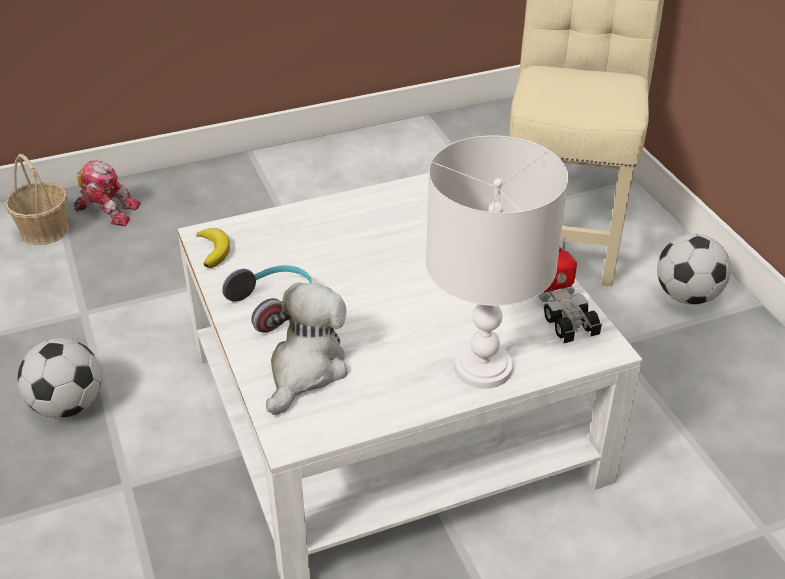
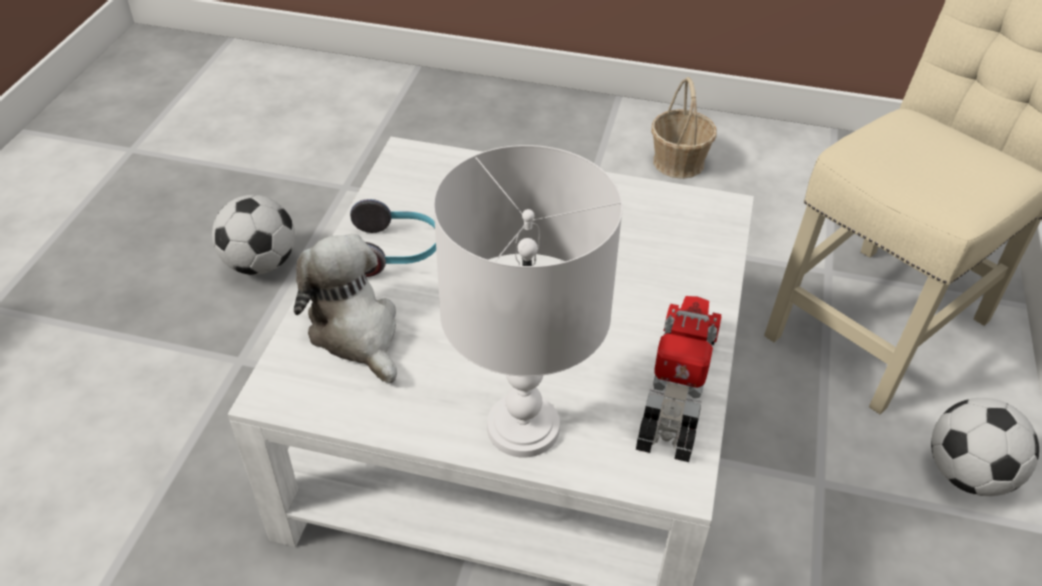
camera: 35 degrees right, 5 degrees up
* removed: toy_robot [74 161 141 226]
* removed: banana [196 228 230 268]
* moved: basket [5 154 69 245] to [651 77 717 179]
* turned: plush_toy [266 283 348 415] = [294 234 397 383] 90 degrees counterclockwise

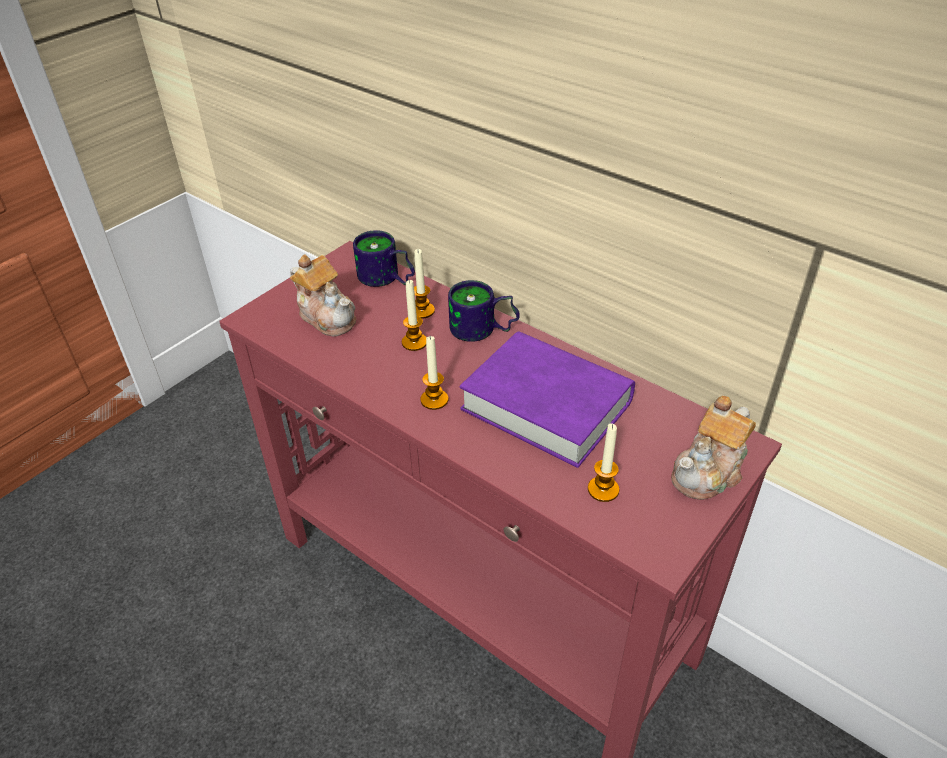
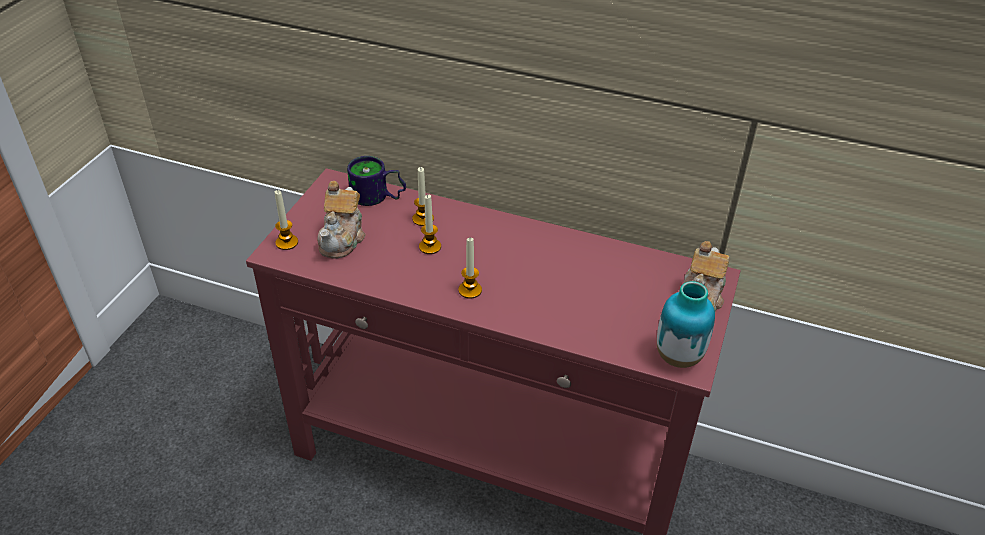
camera: 20 degrees left, 0 degrees up
* removed: mug [448 280 520 342]
* removed: purple_book [460 331 635 468]
* added: vase [657 281 715 368]
* moved: candle [588 423 620 502] to [275 190 298 250]
* turned: teapot [290 254 356 336] = [317 181 366 259] 75 degrees clockwise

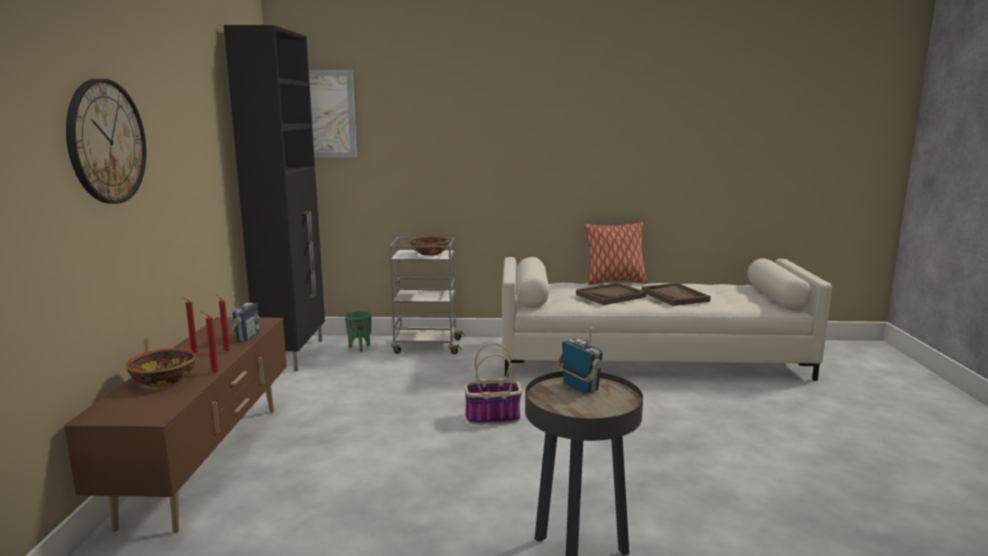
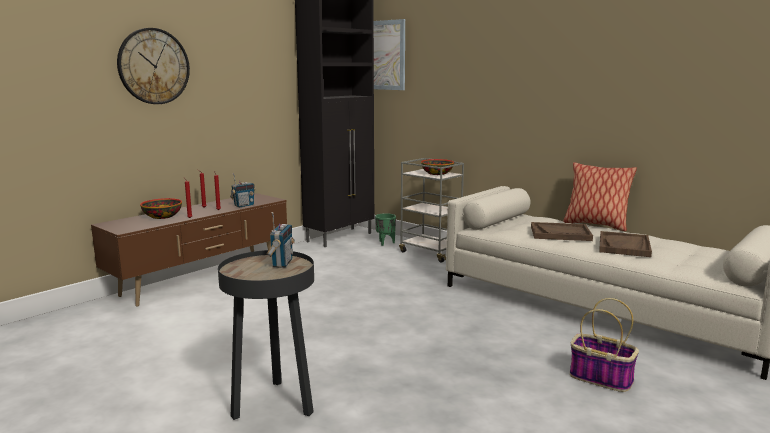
camera: 40 degrees right, 0 degrees up
* moved: basket [464 343 522 425] to [570 298 639 392]

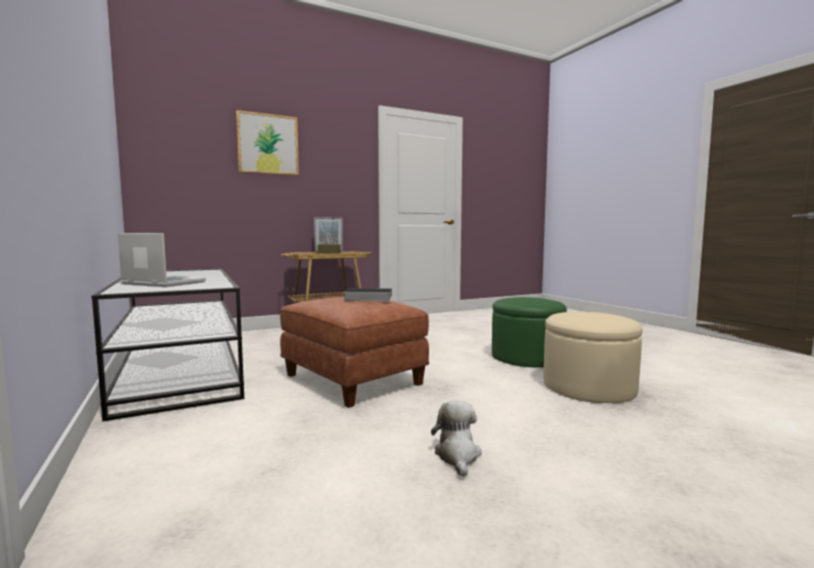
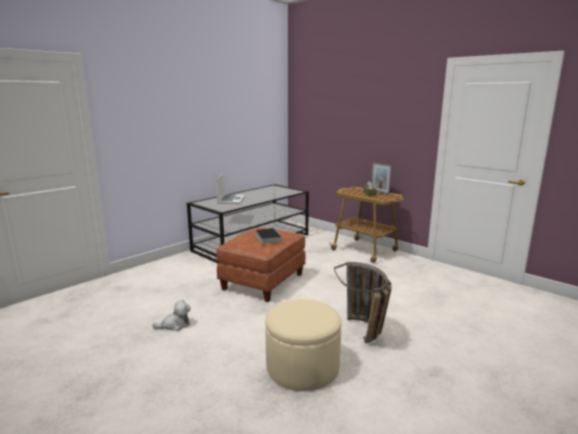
camera: 70 degrees right, 10 degrees up
* removed: picture [236 110 299 176]
* replaced: green_ottoman [492 297 567 367] to basket [334 262 392 343]

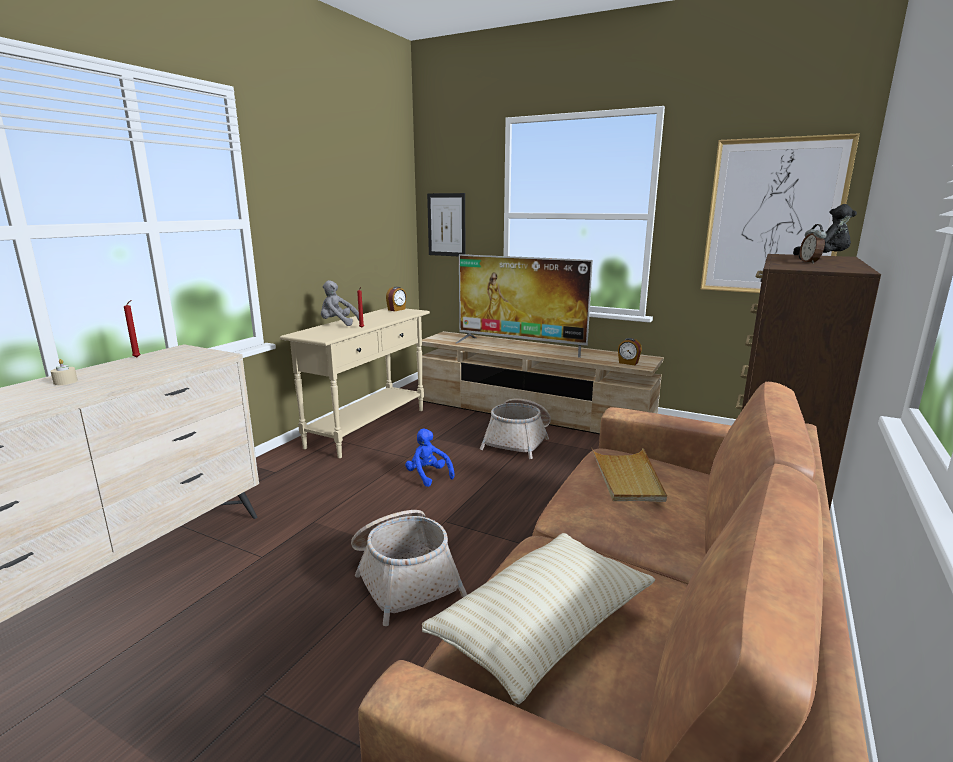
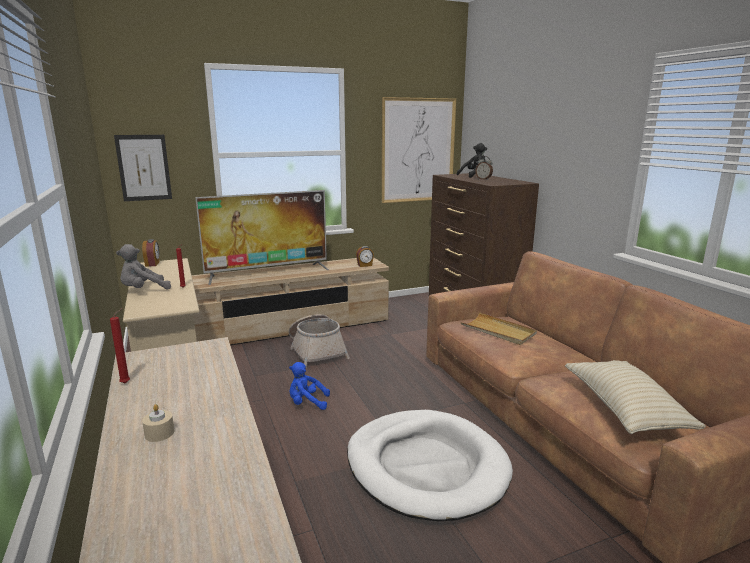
camera: 50 degrees left, 0 degrees up
* replaced: basket [351 510 467 626] to white_dog_bed [347 410 513 521]

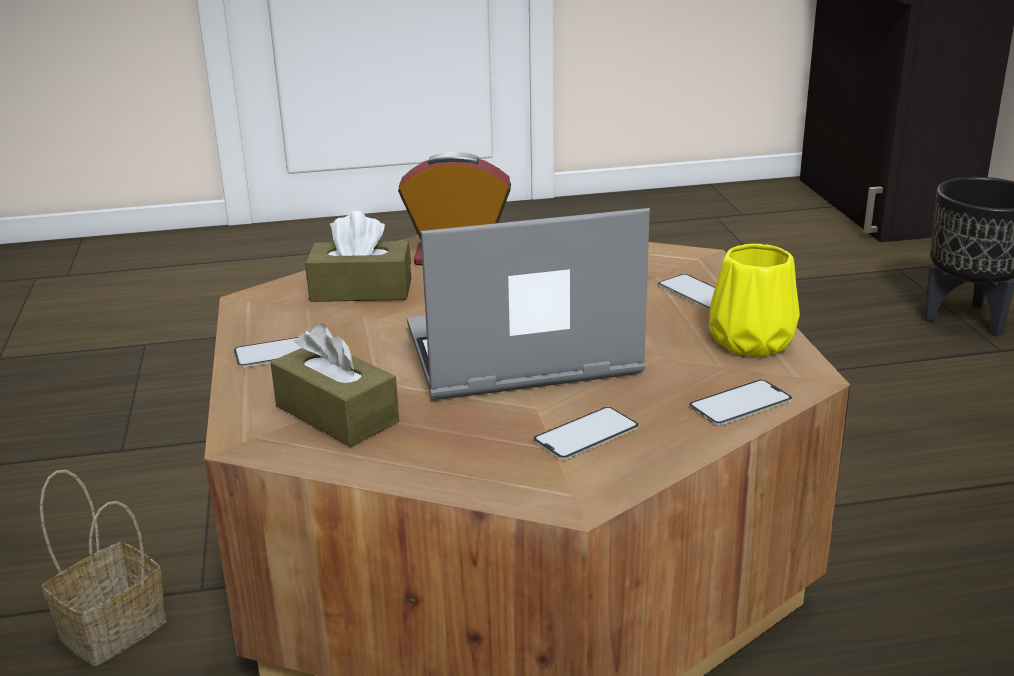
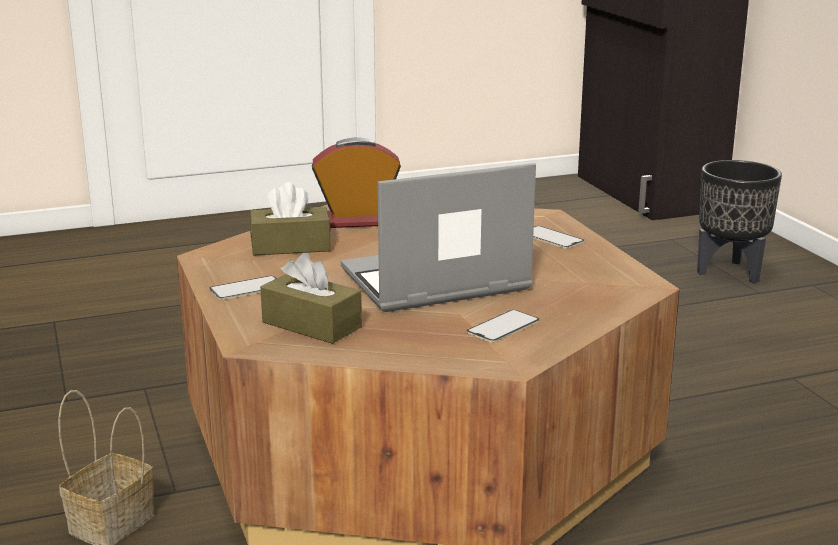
camera: 10 degrees left, 5 degrees down
* removed: phone [689 379 792 426]
* removed: yellow_vase [709 244 800 357]

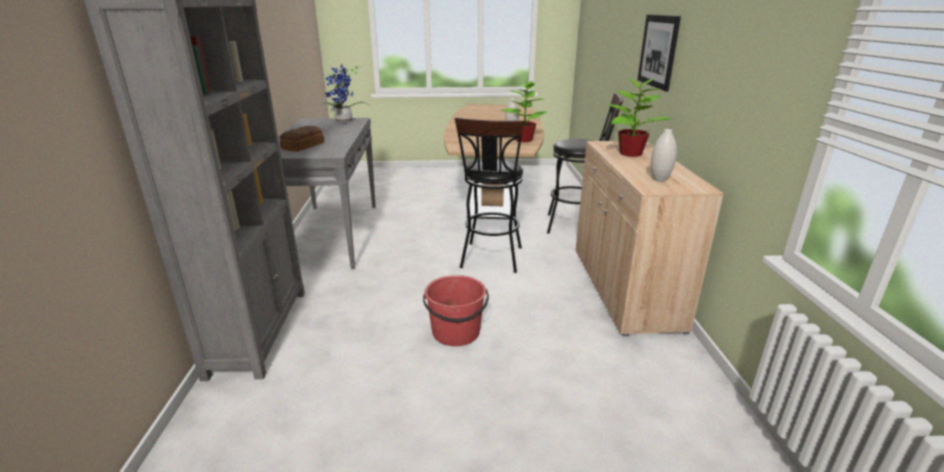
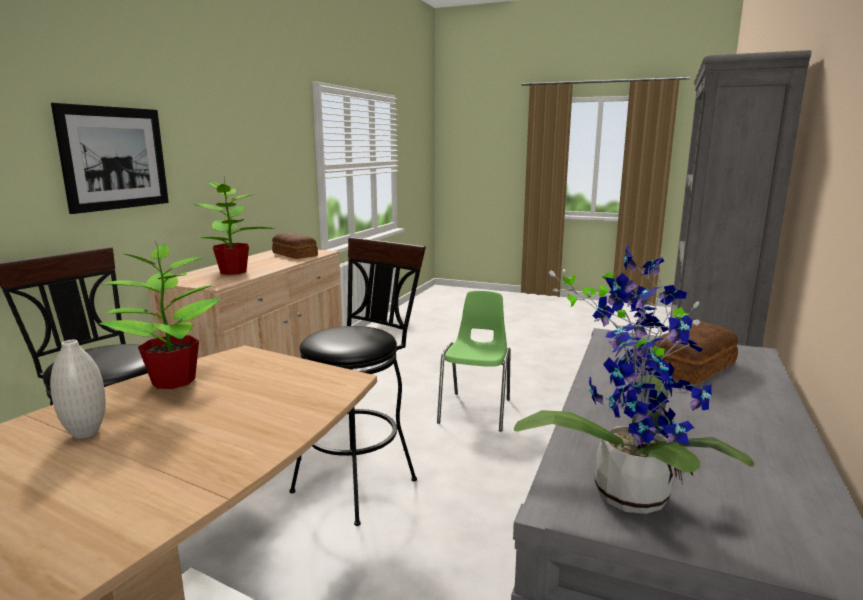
camera: 155 degrees left, 10 degrees down
* replaced: red_bucket [423 275 489 346] to green_chair [437 291 511 432]
* replaced: white_vase [651 129 677 182] to bread [272 233 318 259]

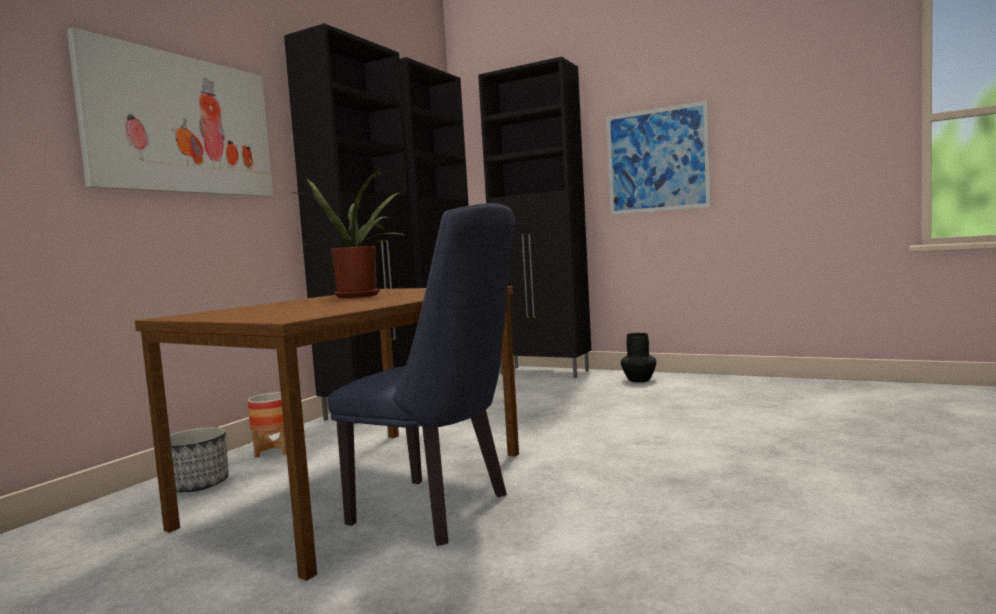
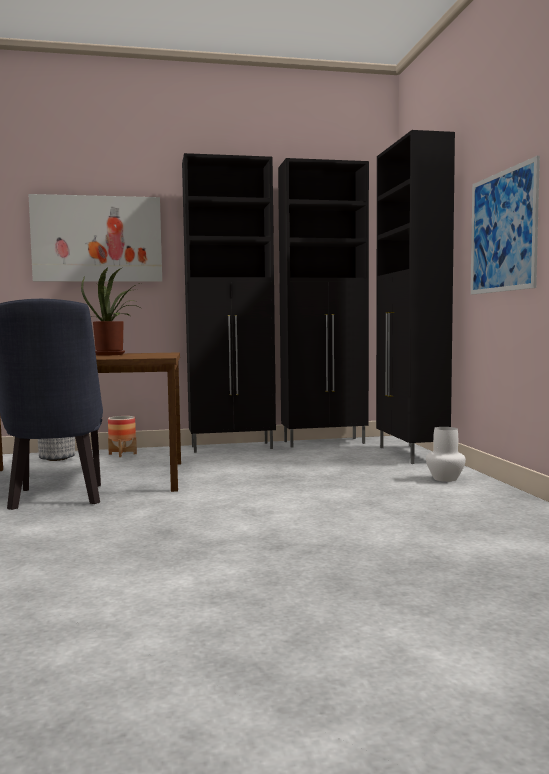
camera: 50 degrees right, 0 degrees up
* recoloured: black_vase [621 333 656 382] to white_vase [426 427 466 482]

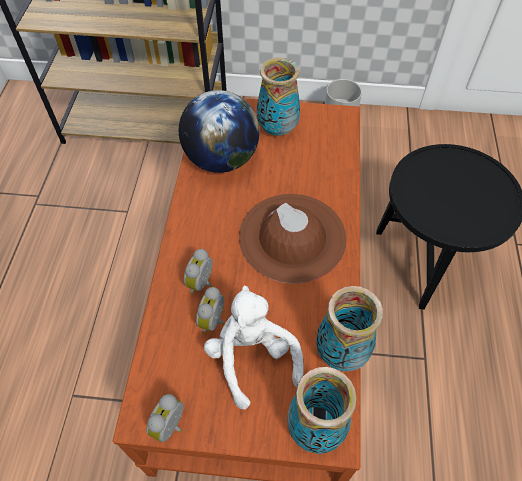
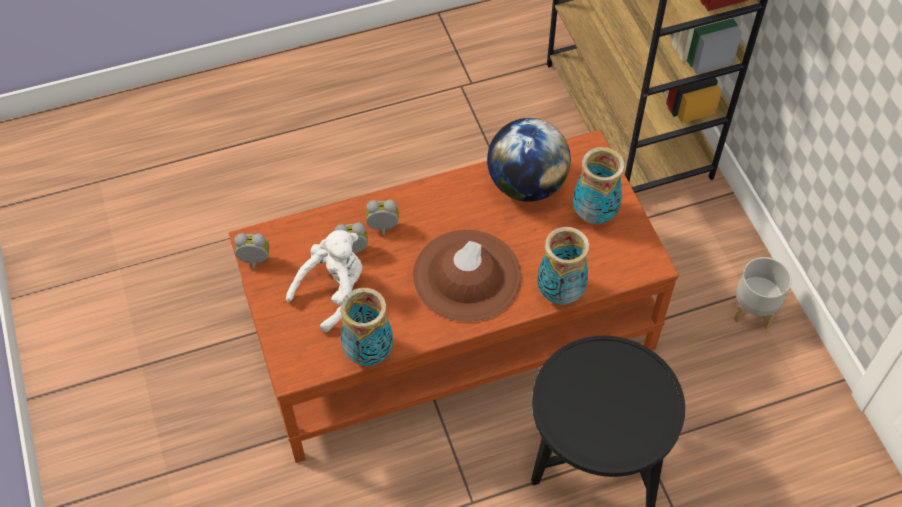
camera: 65 degrees right, 0 degrees up
* moved: vase [287 367 357 454] to [537 227 590 305]

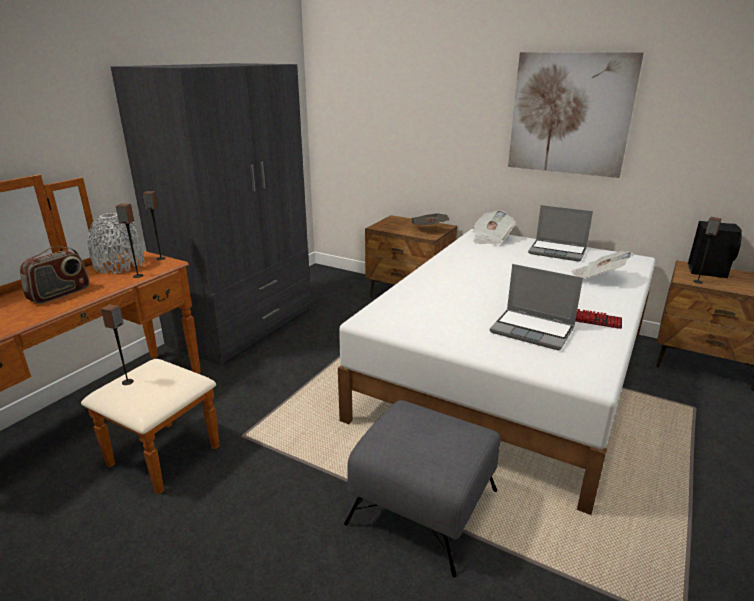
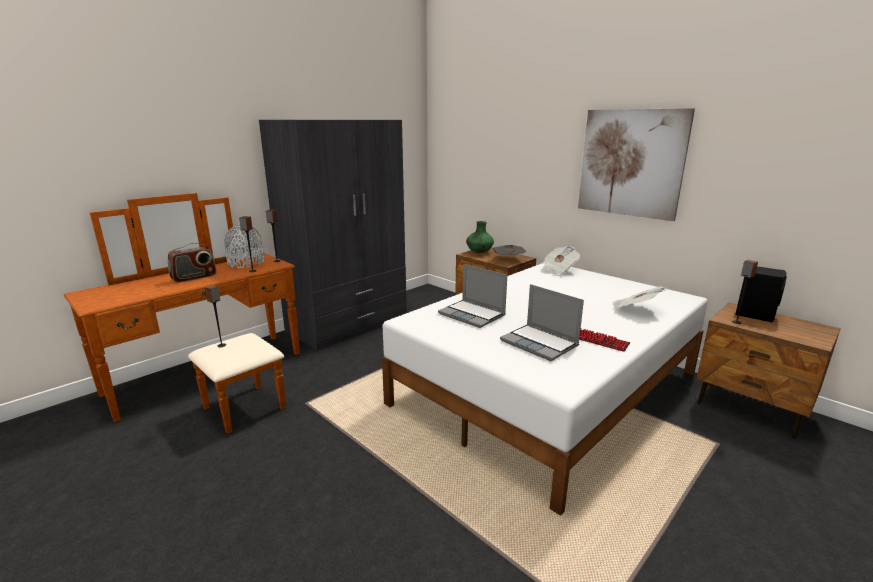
camera: 15 degrees right, 5 degrees down
* removed: grey_ottoman [344 400 501 577]
* added: green_vase [466 221 494 253]
* moved: laptop [528 205 593 262] to [438 264 507 328]

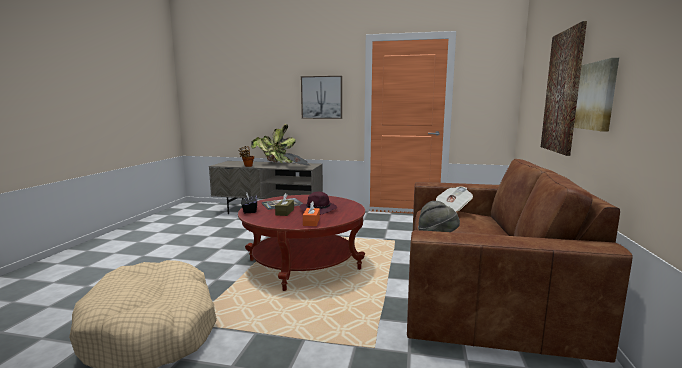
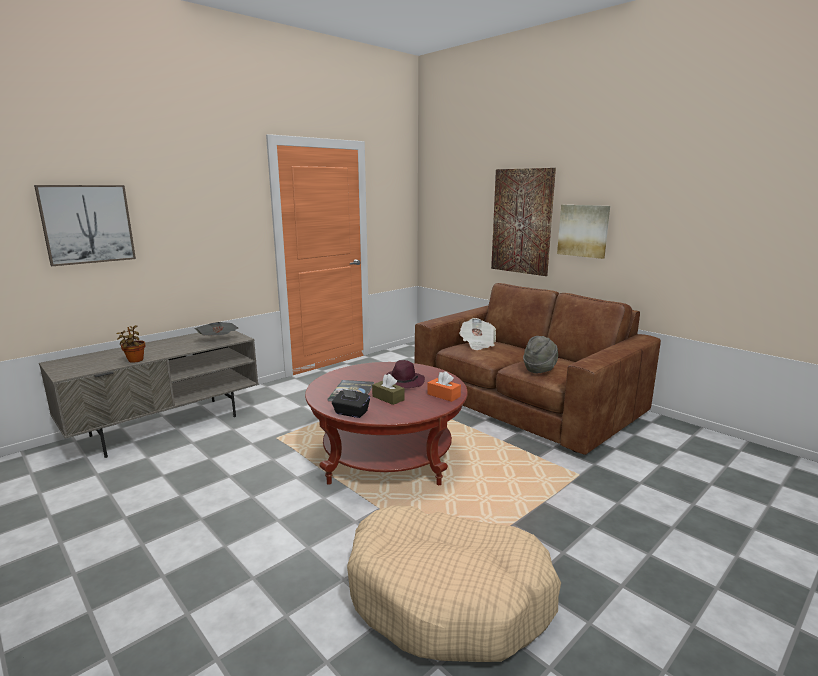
camera: 55 degrees left, 5 degrees up
* removed: potted_plant [251 124 295 163]
* moved: picture [301 76 342 119] to [34 185 136 266]

